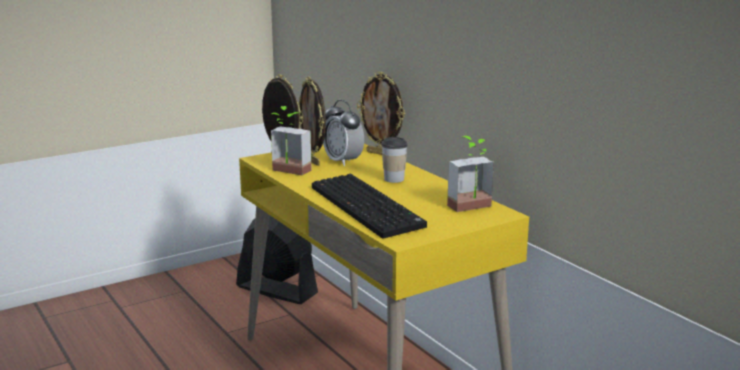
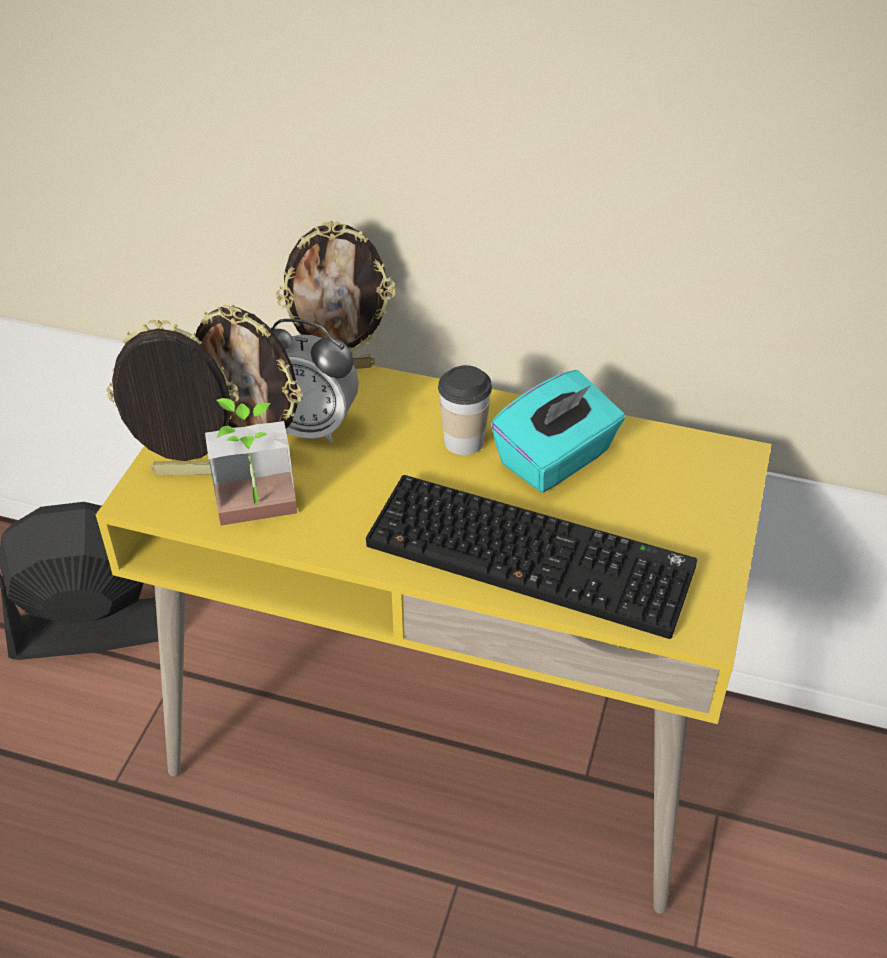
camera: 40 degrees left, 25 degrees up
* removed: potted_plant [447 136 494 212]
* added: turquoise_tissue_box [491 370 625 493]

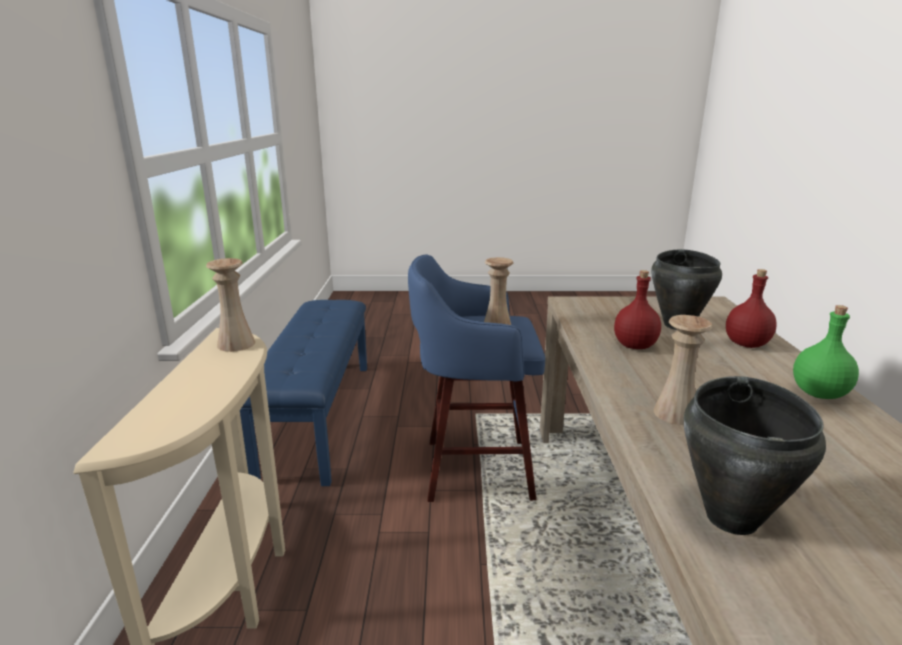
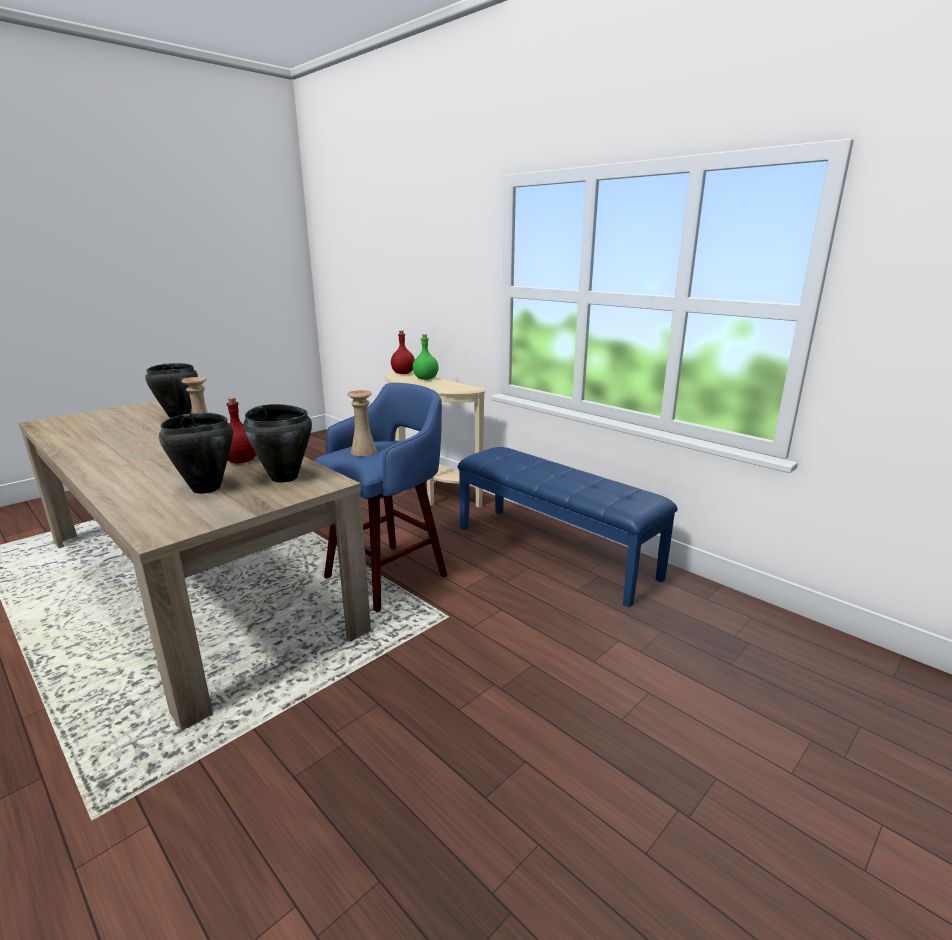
camera: 135 degrees right, 0 degrees up
* removed: beige_vase [206 258 255 352]
* added: black_cooking_pot [243 404 312 483]
* moved: red_bottle [726 269 777 348] to [391 330 415 374]
* moved: green_bottle [793 305 859 399] to [413 334 439 380]

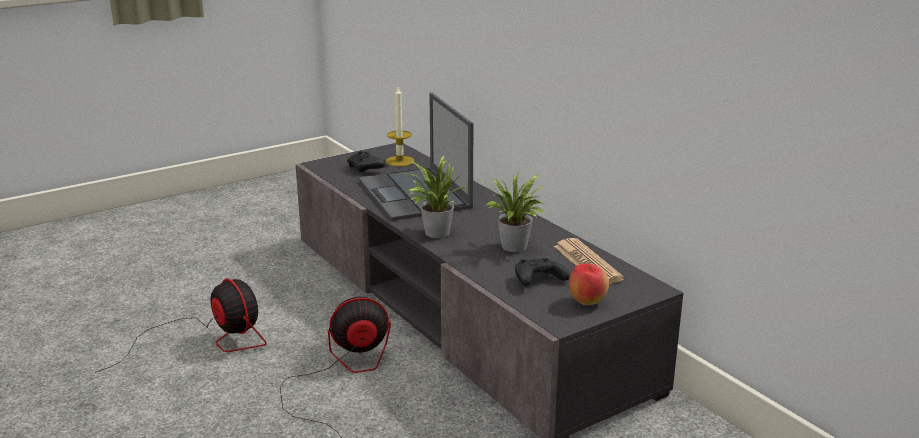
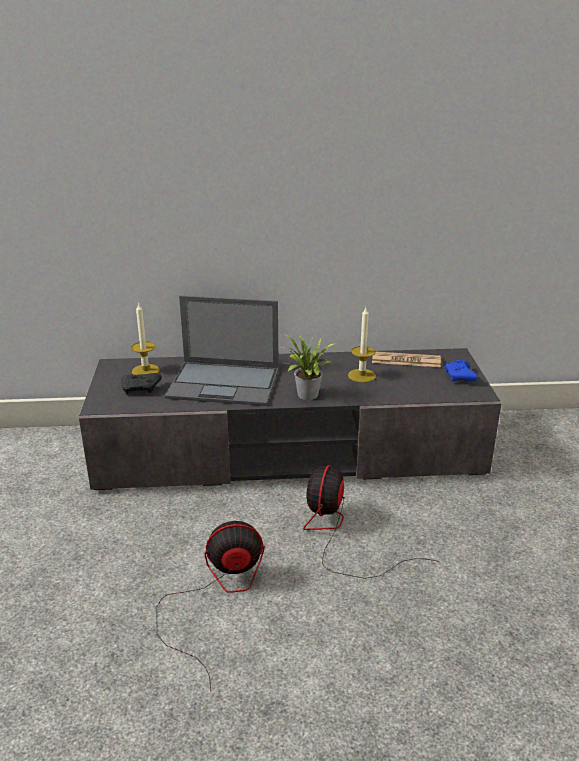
camera: 60 degrees left, 5 degrees up
* removed: black_game_controller [515 258 570 286]
* replaced: potted_plant [476 172 546 252] to candle [348 308 376 383]
* replaced: apple [570 264 609 306] to blue_game_controller [445 360 478 382]

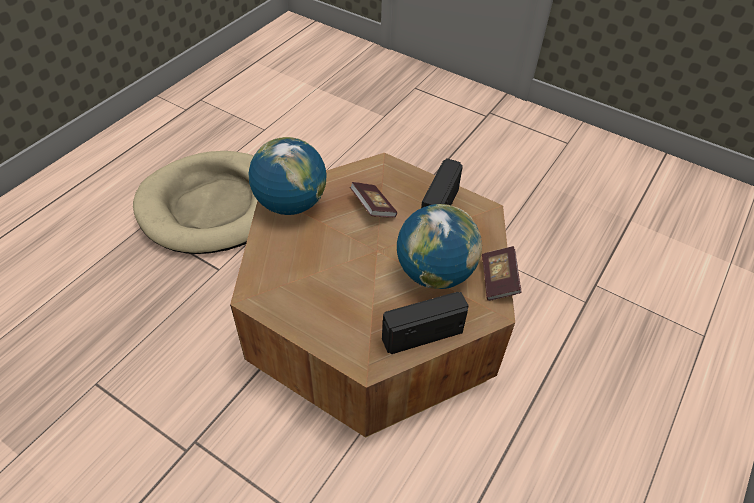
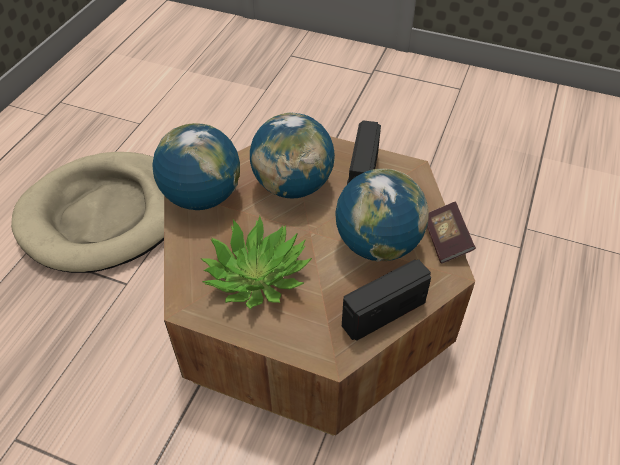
camera: 10 degrees left, 0 degrees up
* added: potted_plant [201 216 312 309]
* replaced: book [350 182 397 218] to globe [250 113 335 198]

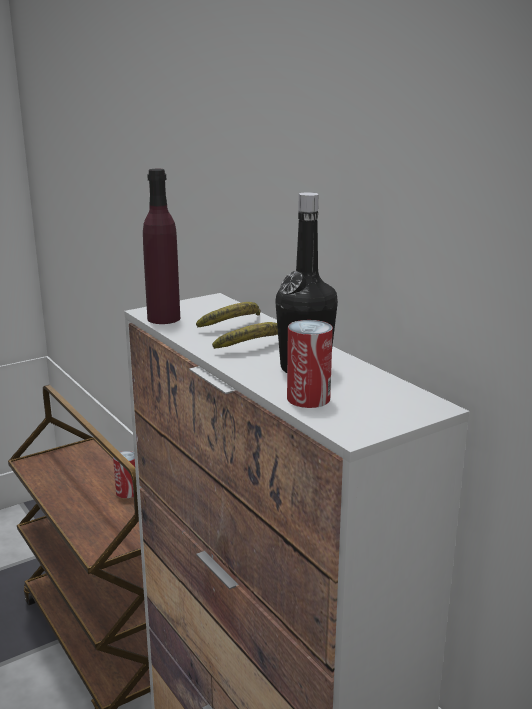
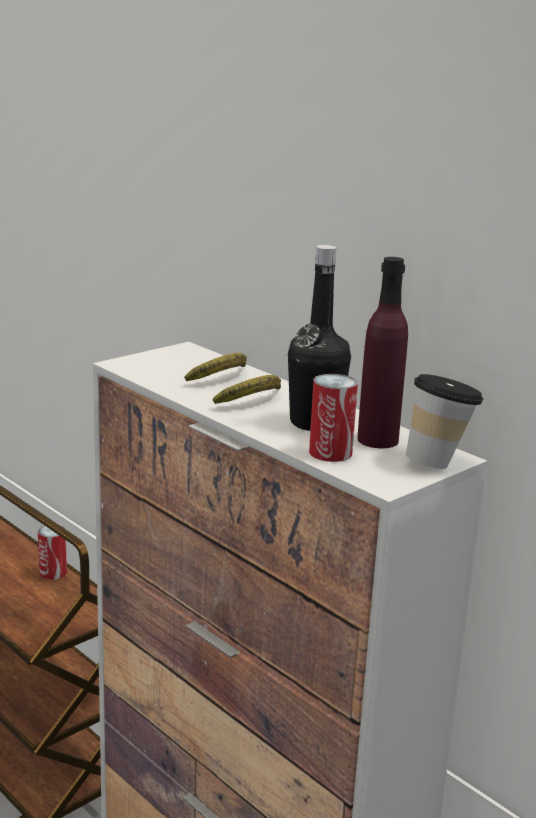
camera: 10 degrees left, 0 degrees up
* added: cup [406 374 483 469]
* moved: purple_bottle [143 169 180 324] to [357 257 408 448]

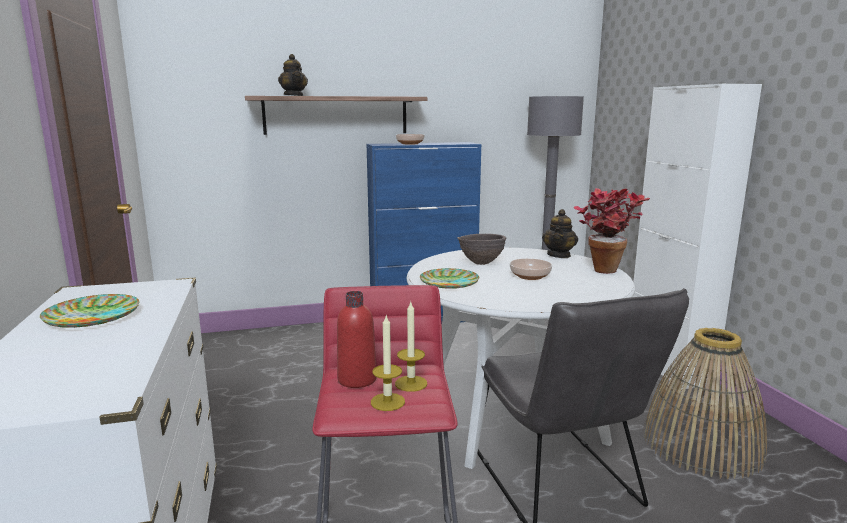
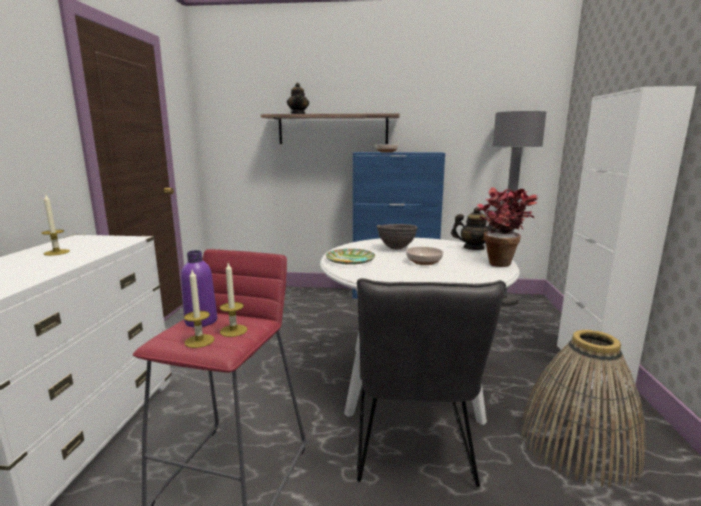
camera: 20 degrees right, 0 degrees up
* replaced: plate [40 294 140 328] to candle [42 193 70 256]
* recoloured: red_bottle [337 291 377 388] to purple_bottle [181 250 217 327]
* turned: teapot [542 209 578 258] = [451 207 497 250] 120 degrees counterclockwise

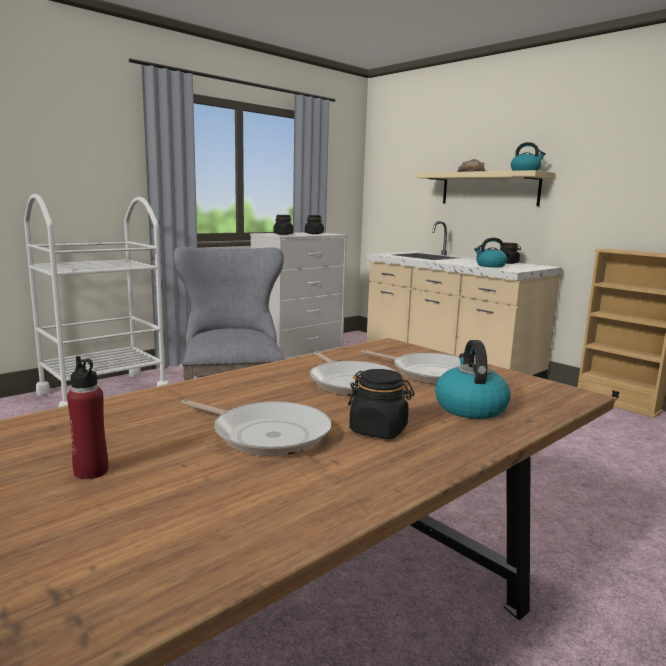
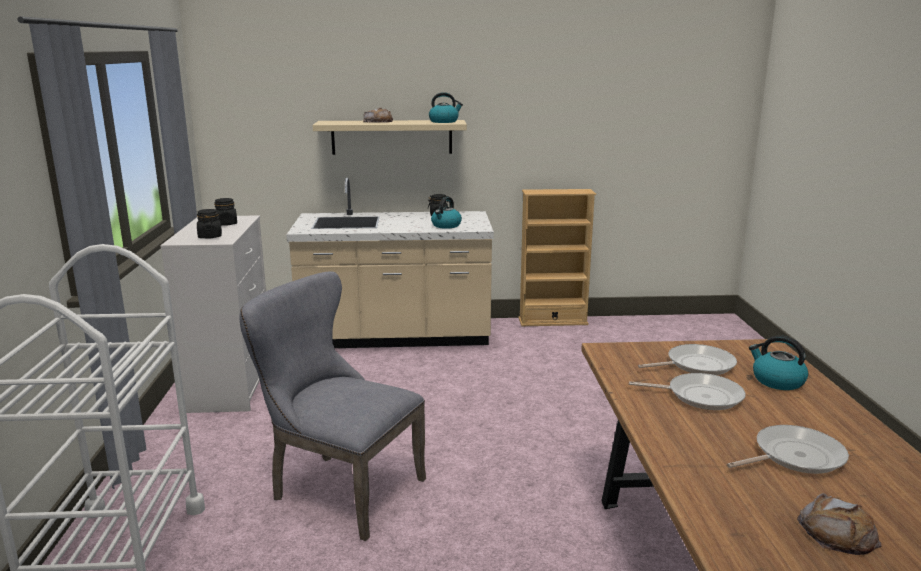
camera: 50 degrees left, 5 degrees up
* removed: black_jar [348 369 415 439]
* replaced: red_bottle [67 356 108 480] to bread [797 493 882 555]

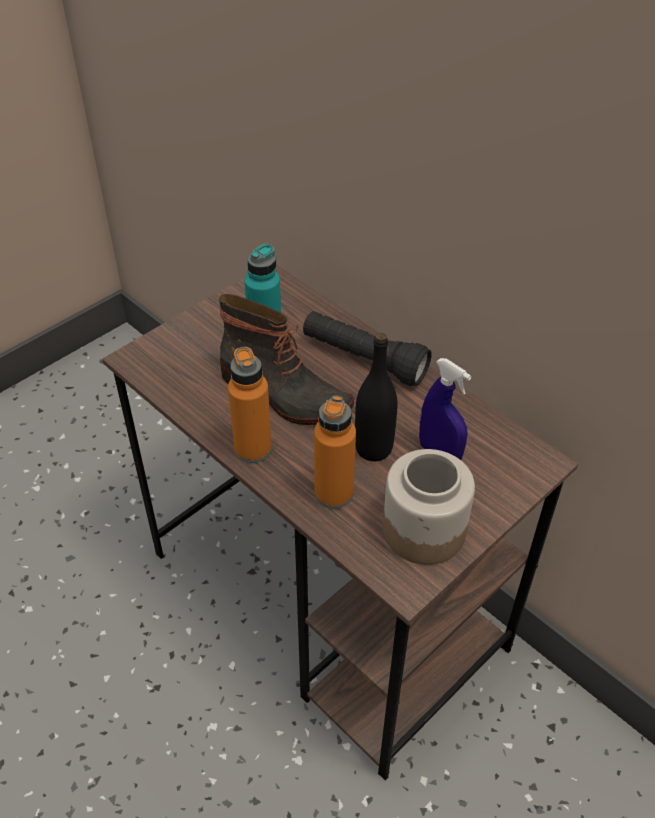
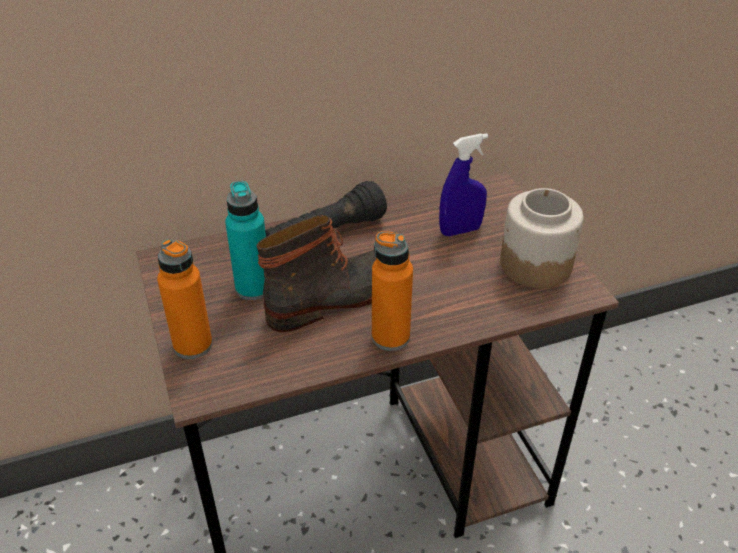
camera: 65 degrees left, 5 degrees down
* removed: black_bottle [355 333 397 461]
* moved: orange_bottle [314 395 356 509] to [157 239 212 359]

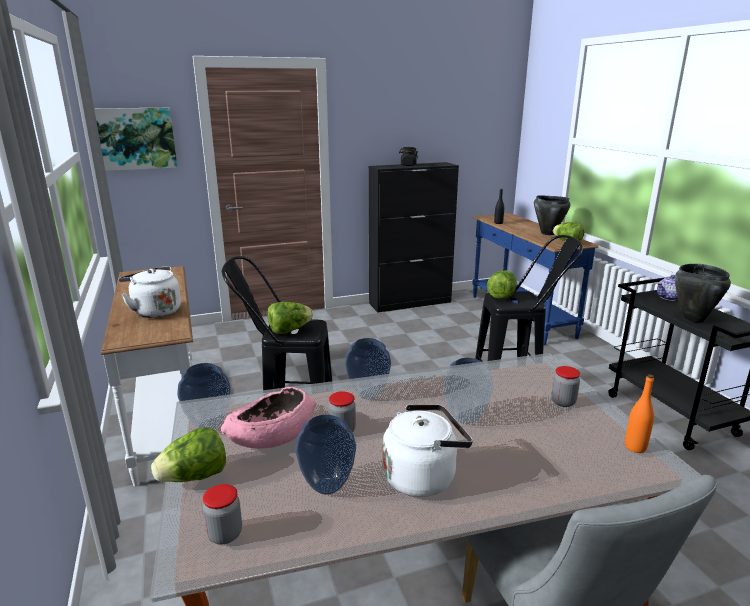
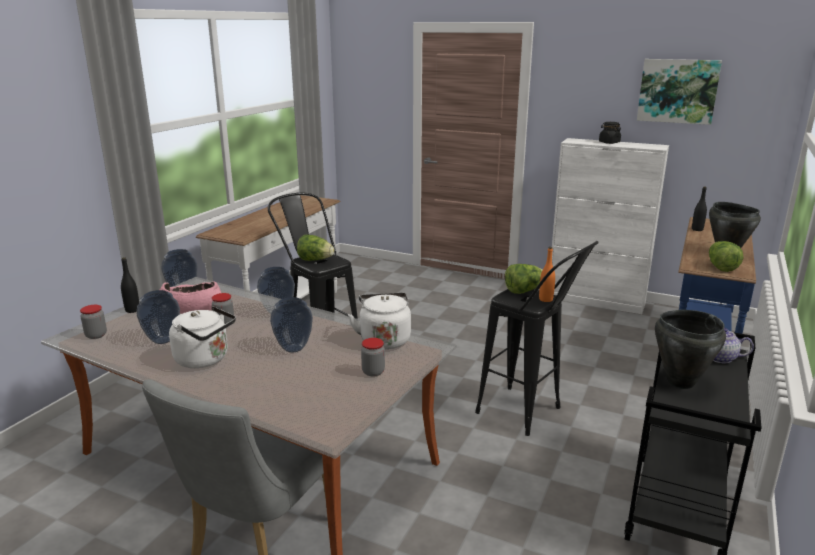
camera: 45 degrees right, 0 degrees up
* moved: picture [94 108 178 171] to [637 59 722 125]
* moved: white_kettle [119 266 181 318] to [348 293 411 349]
* moved: orange_bottle [625 374 654 453] to [539 247 555 302]
* replaced: lettuce [151 427 226 482] to black_bottle [121 257 139 313]
* recoloured: black_cabinet [369 162 459 312] to white_cabinet [552 138 669 314]

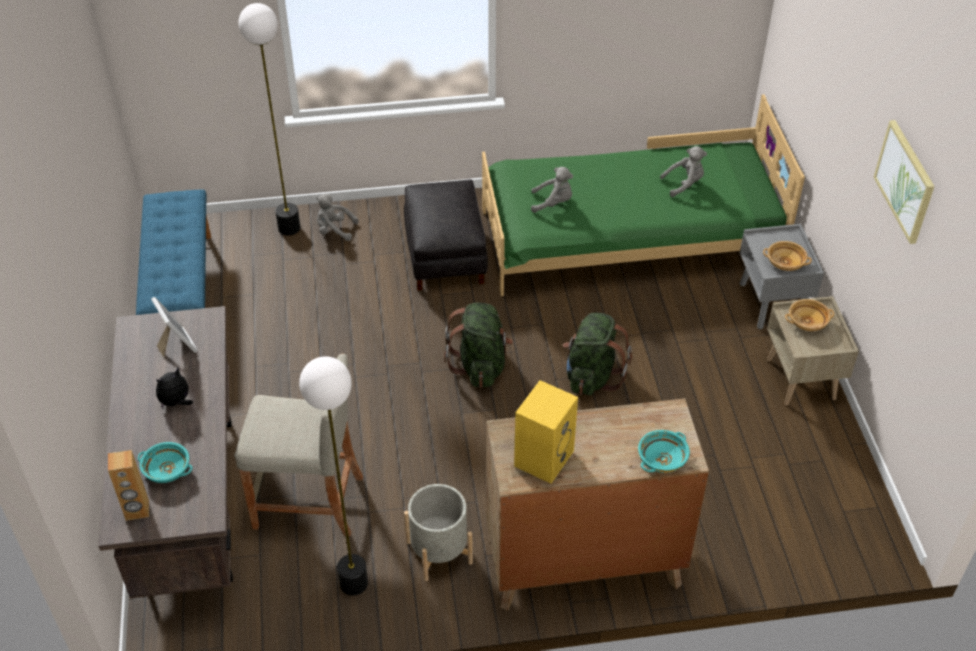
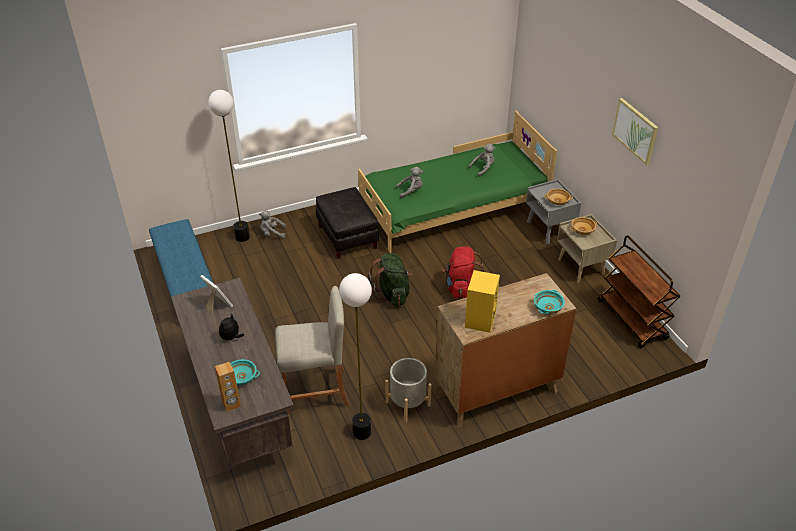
camera: 15 degrees left, 5 degrees down
* added: brown_cart [598 235 681 348]
* recoloured: green_backpack [563 313 632 395] to red_backpack [442 246 484 298]

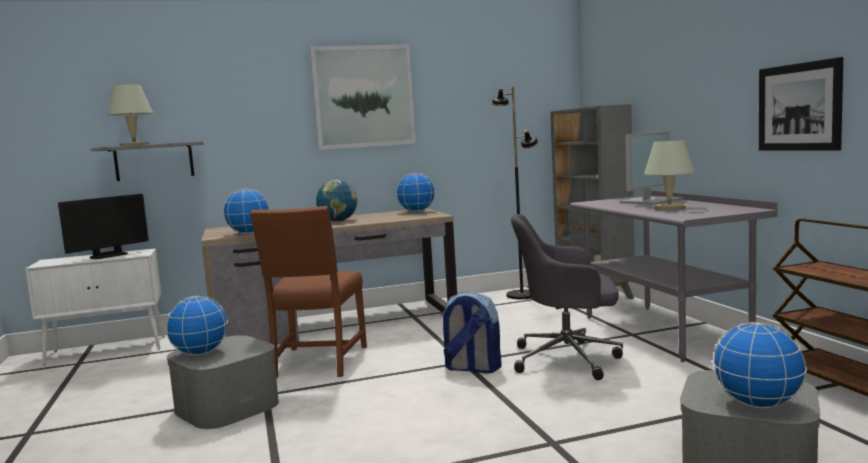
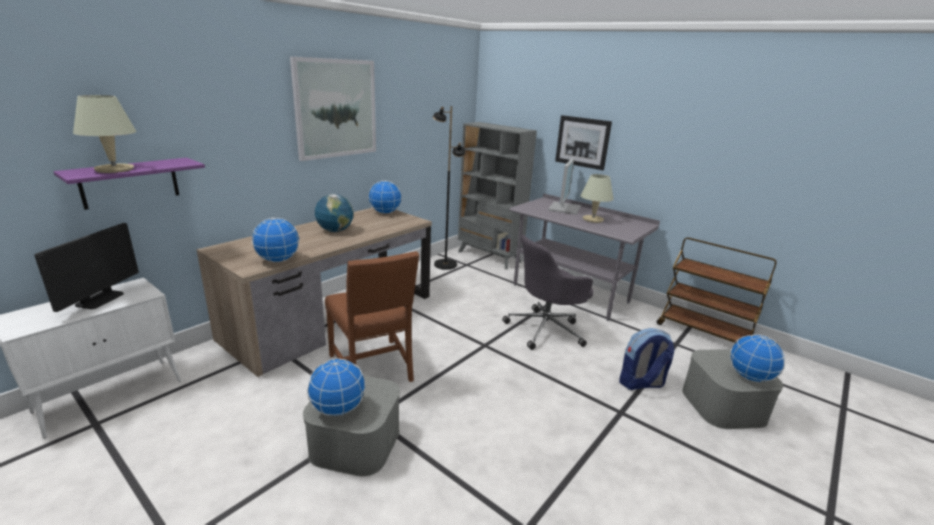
camera: 35 degrees left, 15 degrees up
* moved: backpack [441 292 502 374] to [619 328 674 390]
* moved: picture [759 57 843 151] to [555 115 612 170]
* recoloured: grey_shelf [91 141 204 181] to purple_shelf [53 158 205 210]

